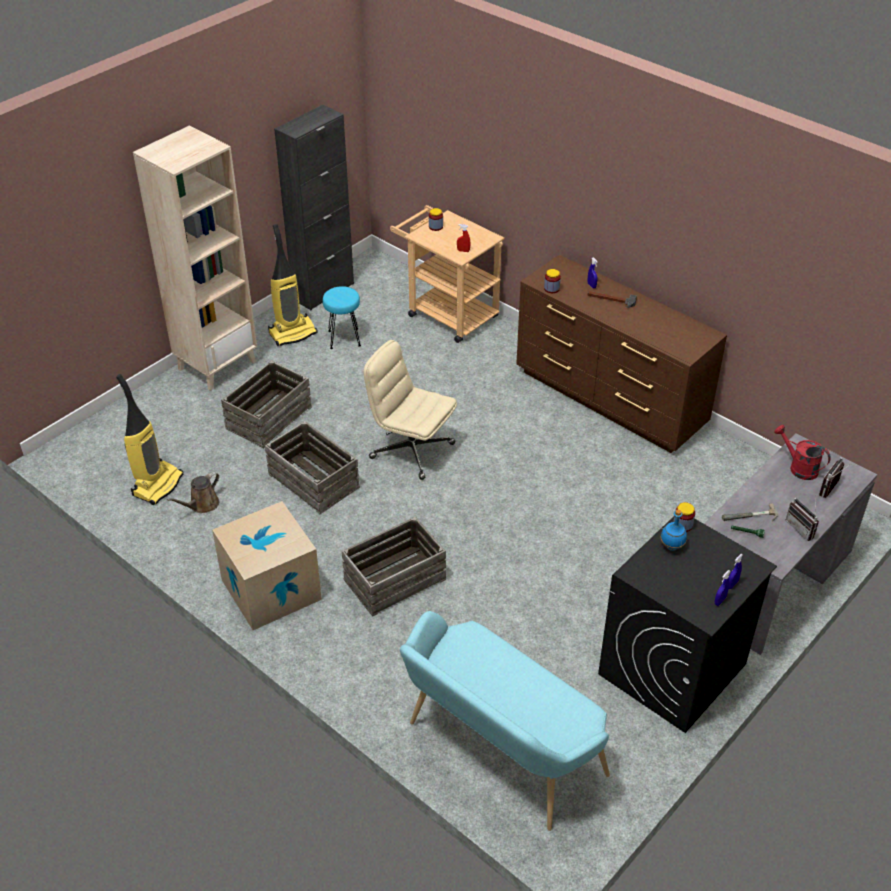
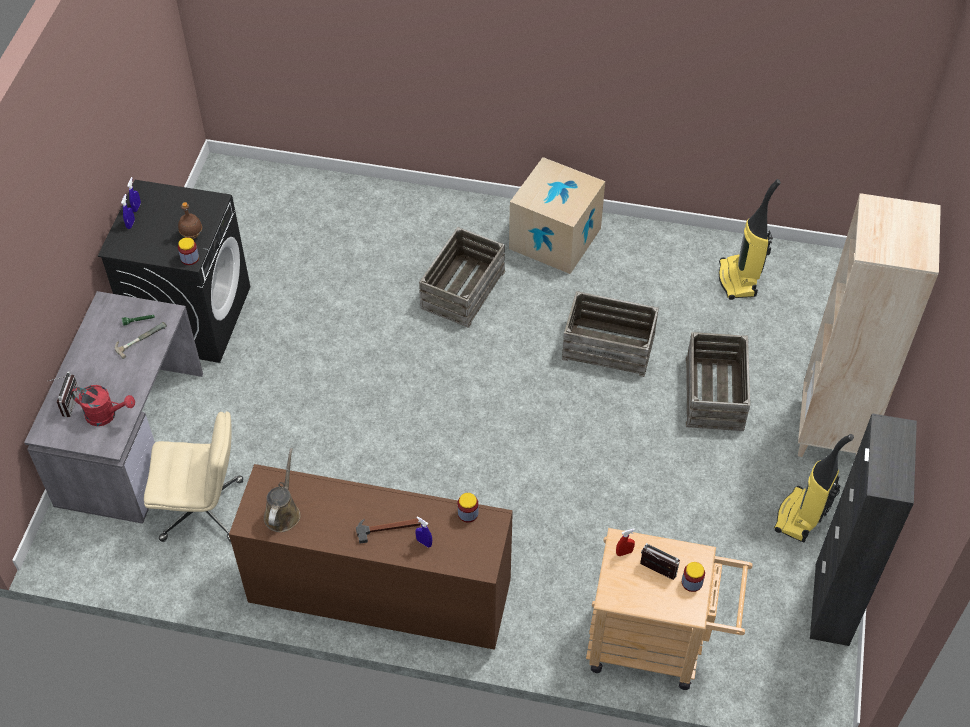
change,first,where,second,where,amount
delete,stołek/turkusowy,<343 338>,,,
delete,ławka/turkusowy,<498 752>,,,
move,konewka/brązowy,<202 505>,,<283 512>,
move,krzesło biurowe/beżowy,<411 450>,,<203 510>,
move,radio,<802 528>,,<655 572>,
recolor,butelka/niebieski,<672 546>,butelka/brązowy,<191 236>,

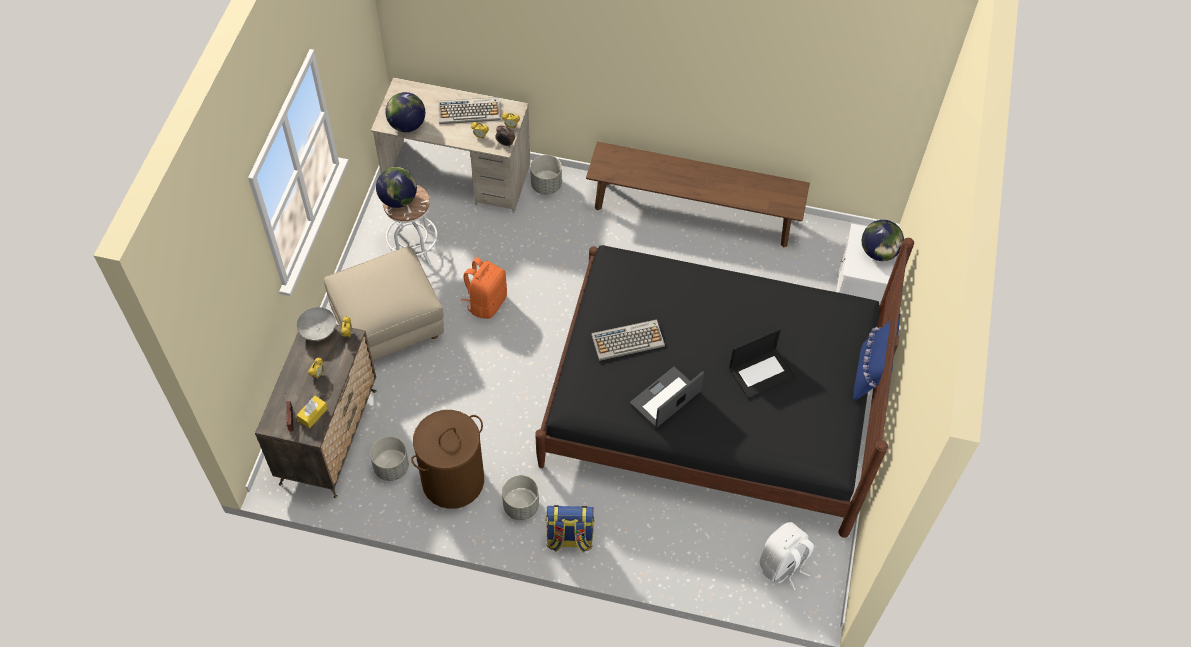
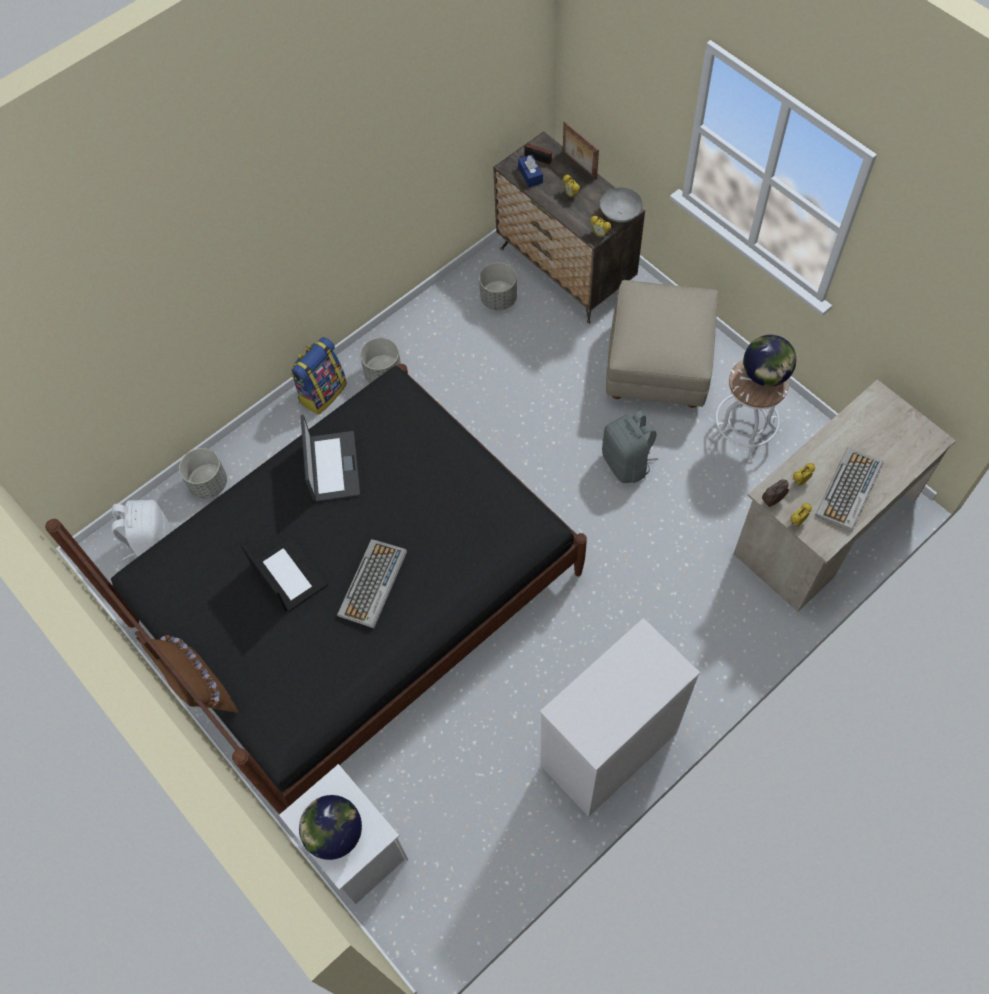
change,first,where,second,where,amount
delete,globus,<407 125>,,,
delete,kosz na pranie/brązowy,<453 481>,,,
insert,,,ramka na zdjęcie,<579 165>,
move,donica/szary,<546 185>,,<209 484>,
move,klawiatura,<628 340>,,<373 584>,
replace,ławka/brązowy,<693 213>,komoda/biały,<608 750>,
recolor,pudełko chusteczek/żółty,<313 414>,pudełko chusteczek/niebieski,<530 175>,
recolor,plecak/pomarańczowy,<486 302>,plecak/szary,<627 463>,
recolor,poduszka/niebieski,<870 374>,poduszka/brązowy,<199 688>,
rotate,laptop,<761 372>,,<287 574>,135 degrees clockwise

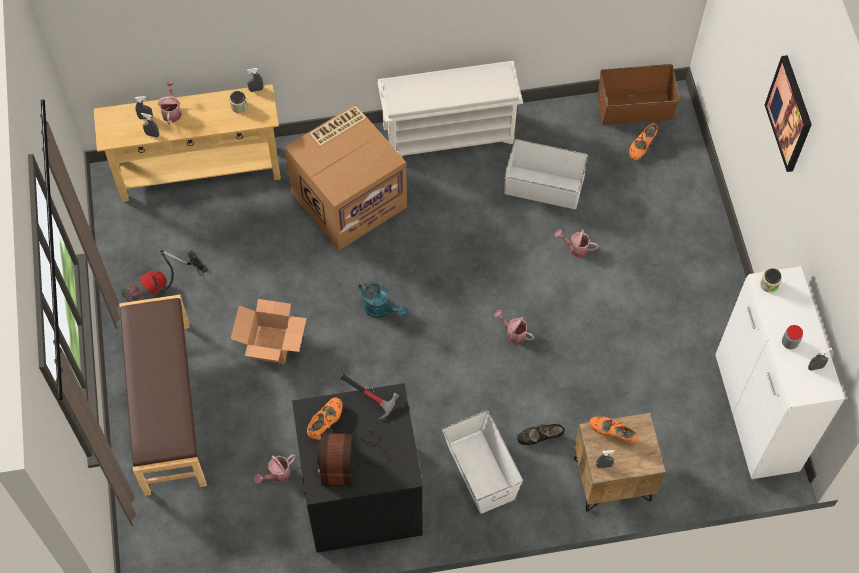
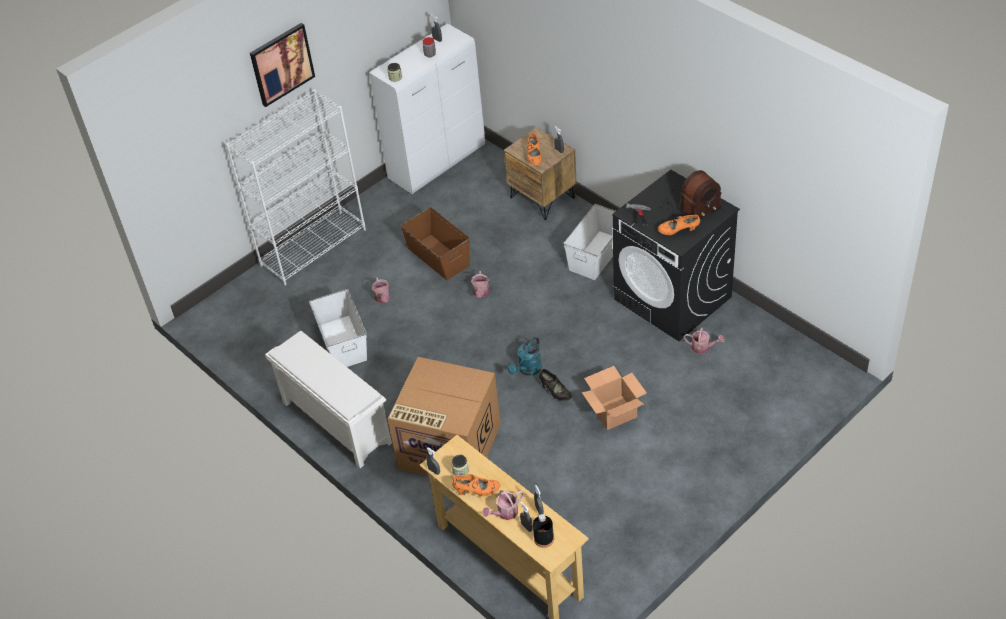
change,first,where,second,where,amount
delete,ławka/brązowy,<166 407>,,,
delete,odkurzacz,<160 290>,,,
insert,,,regał/biały,<313 247>,
insert,,,butelka/czarny,<544 539>,
move,but/czarny,<539 438>,,<555 392>,
move,pojemnik do przechowywania/brązowy,<635 108>,,<438 256>,
move,but/pomarańczowy,<641 147>,,<477 491>,
rotate,konewka/turkusowy,<381 309>,,<527 370>,150 degrees counterclockwise

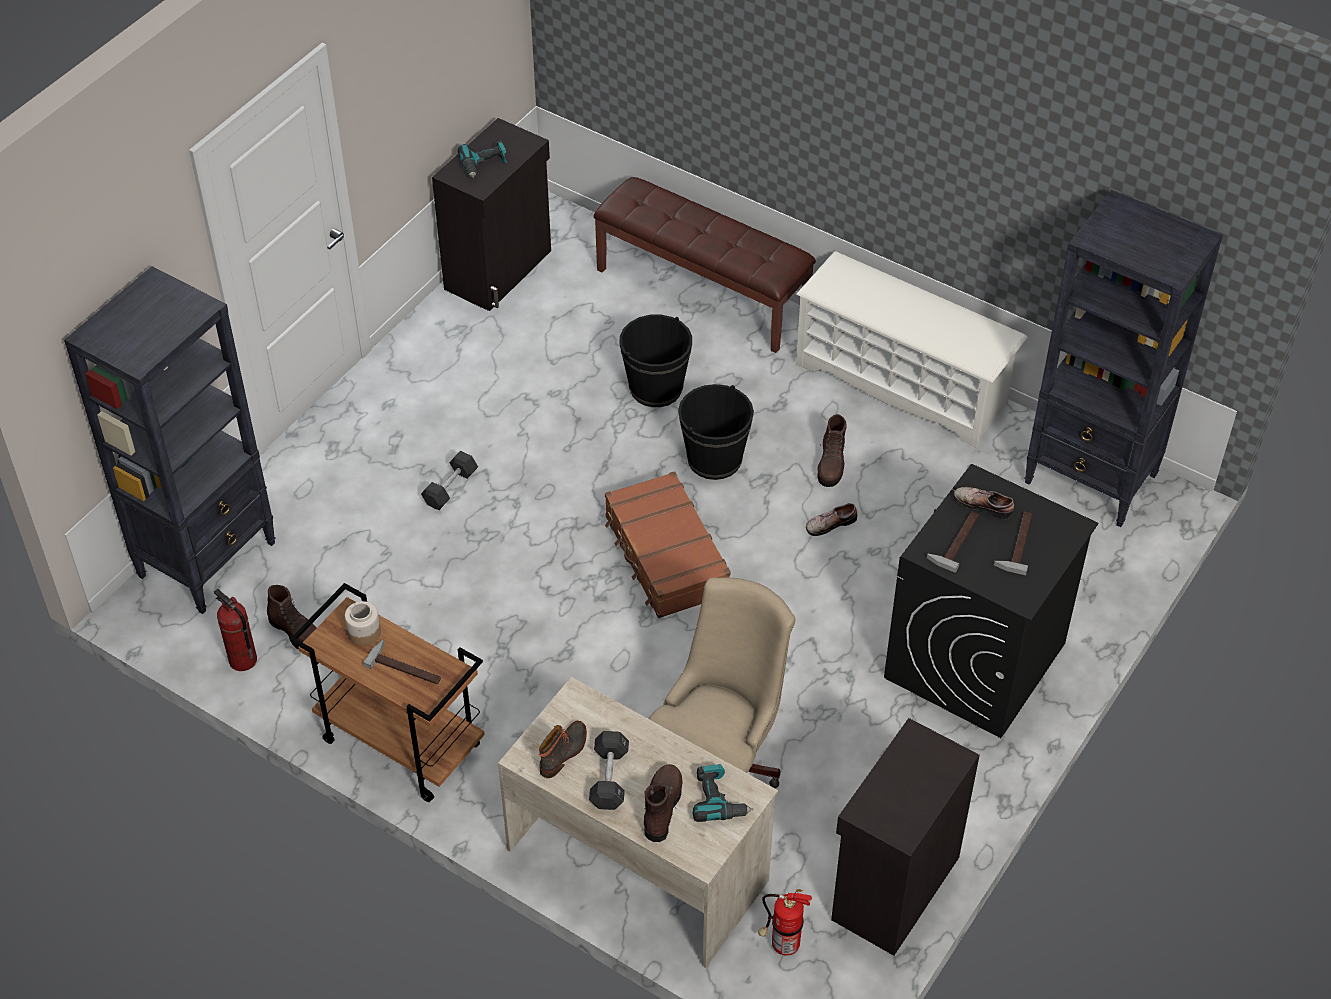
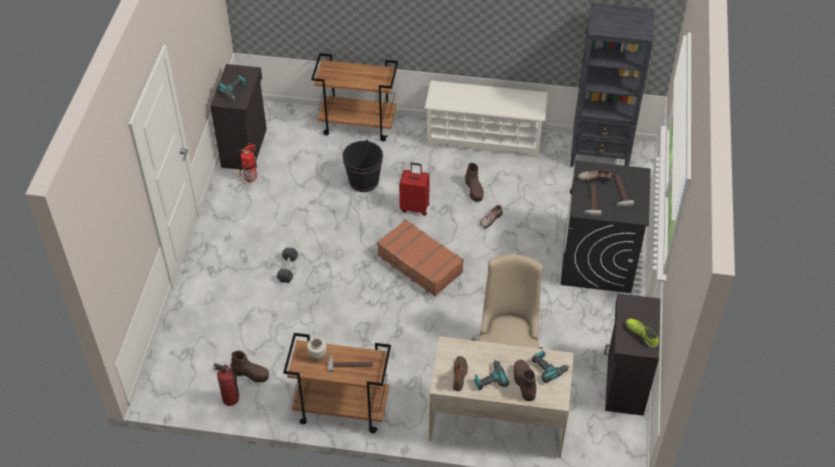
change,first,where,second,where,amount
delete,regał/czarny,<208 559>,,,
insert,,,but,<641 334>,
move,gaśnica,<782 945>,,<249 179>,
replace,hantel/czarny,<609 778>,wiertarka,<489 379>,
replace,ławka/brązowy,<703 292>,wózek/brązowy,<358 124>,
replace,wiadro/czarny,<714 459>,walizka/czerwony,<415 207>,

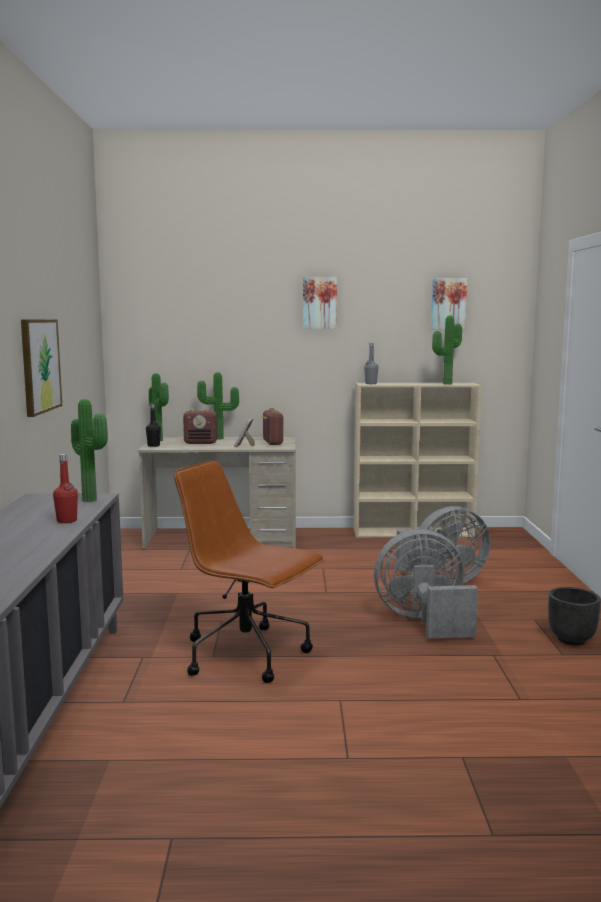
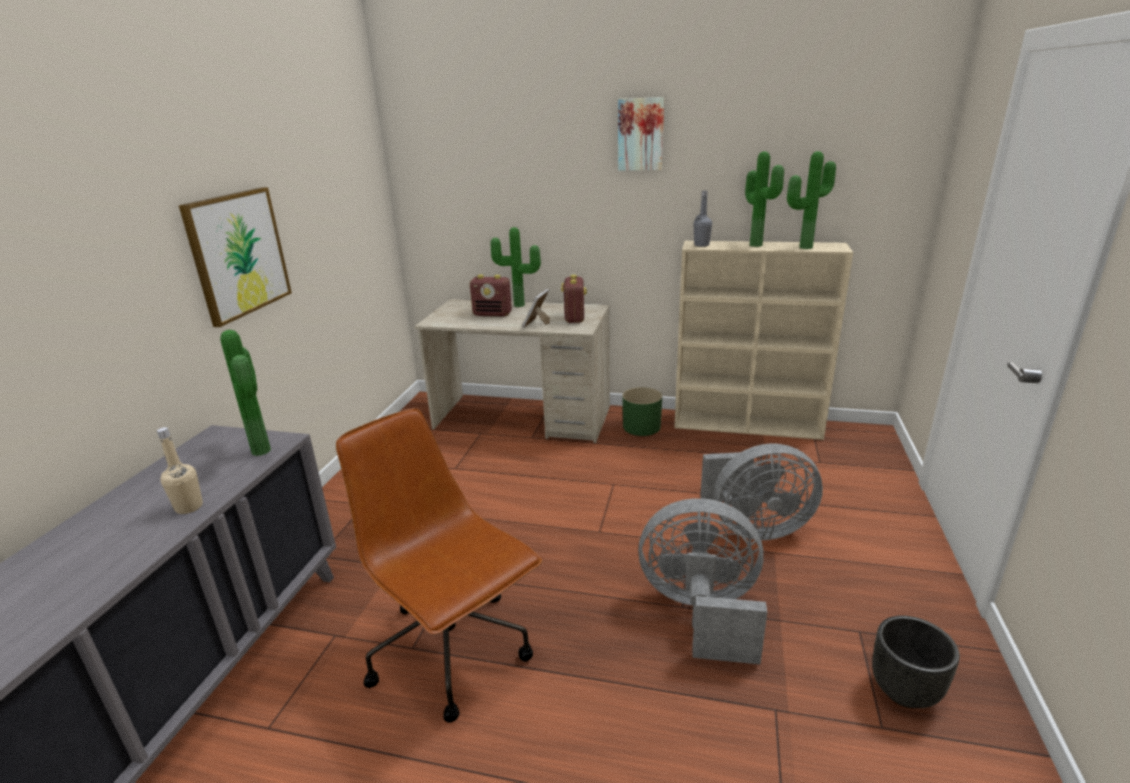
change,first,where,second,where,amount
delete,butelka/czarny,<153 445>,,,
delete,obraz,<448 304>,,,
insert,,,donica/zielony,<642 427>,
move,roślina doniczkowa,<159 440>,,<758 245>,
recolor,butelka/czerwony,<67 521>,butelka/beżowy,<189 507>,

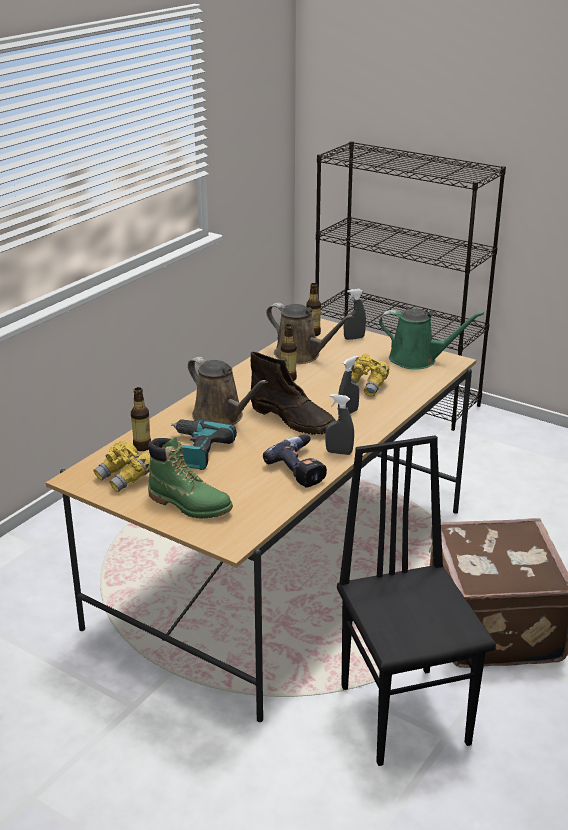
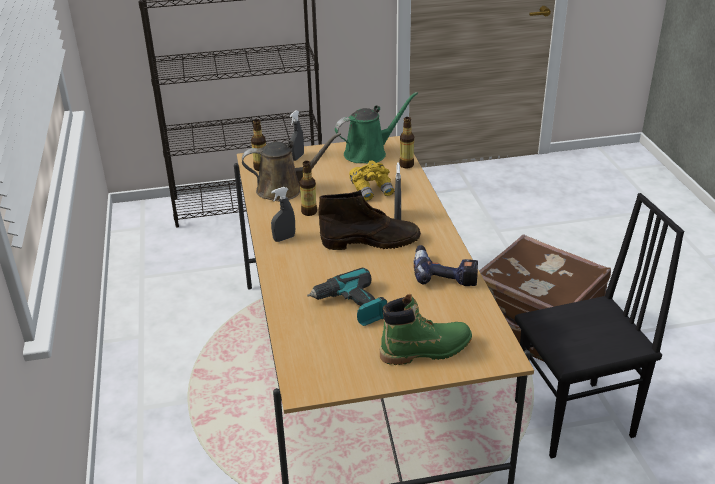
change,first,where,second,where,amount
delete,lornetka/żółty,<125 478>,,,
delete,konewka/brązowy,<221 417>,,,
move,butelka,<142 447>,,<406 165>,
move,spryskiwacz/szary,<339 452>,,<284 238>,
rotate,krzesło/czarny,<406 713>,,<575 420>,135 degrees clockwise

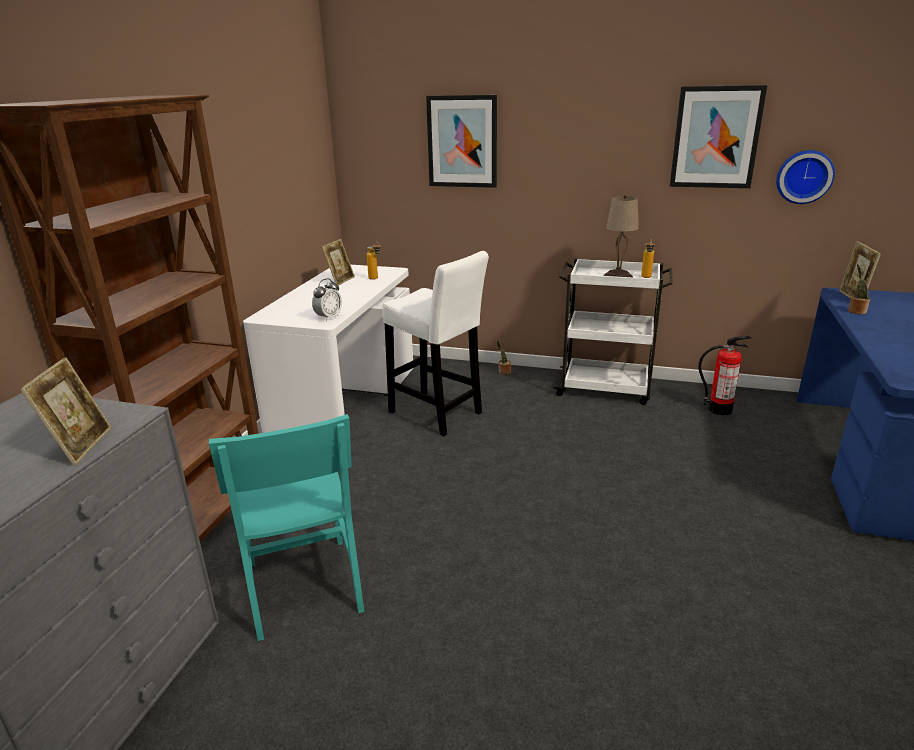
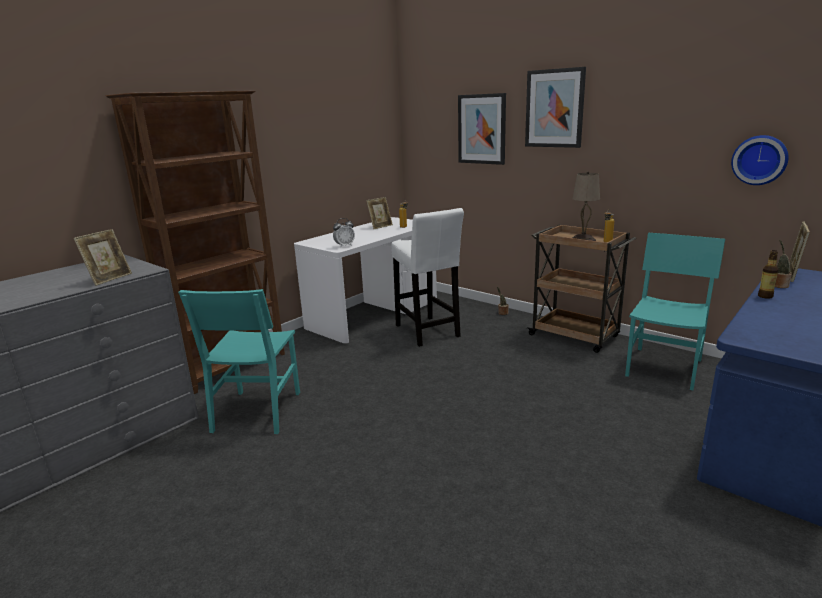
change,first,where,second,where,amount
insert,,,butelka,<765 296>,
move,obraz,<715 137>,,<554 108>,
replace,gaśnica,<719 409>,krzesło/turkusowy,<664 367>,
recolor,wózek/biały,<606 388>,wózek/brązowy,<575 336>,

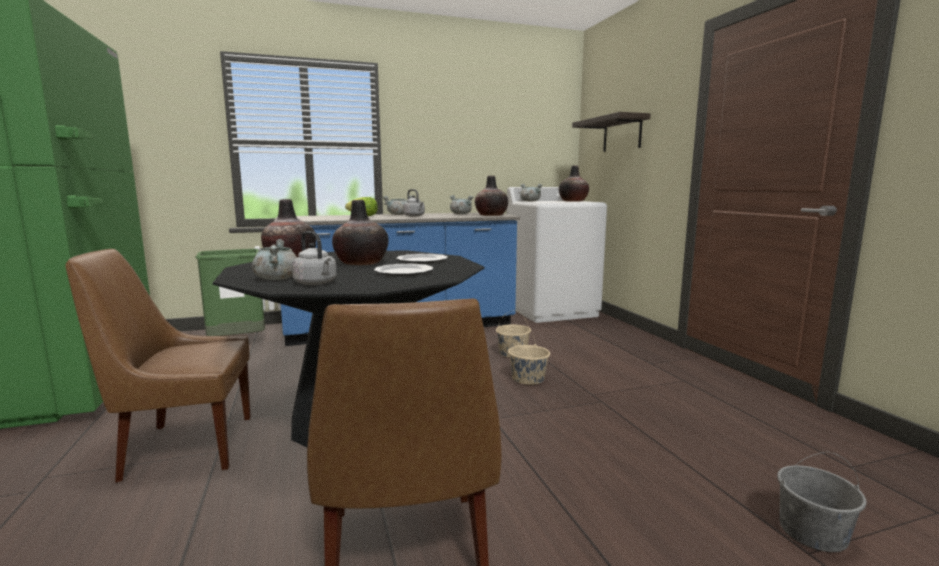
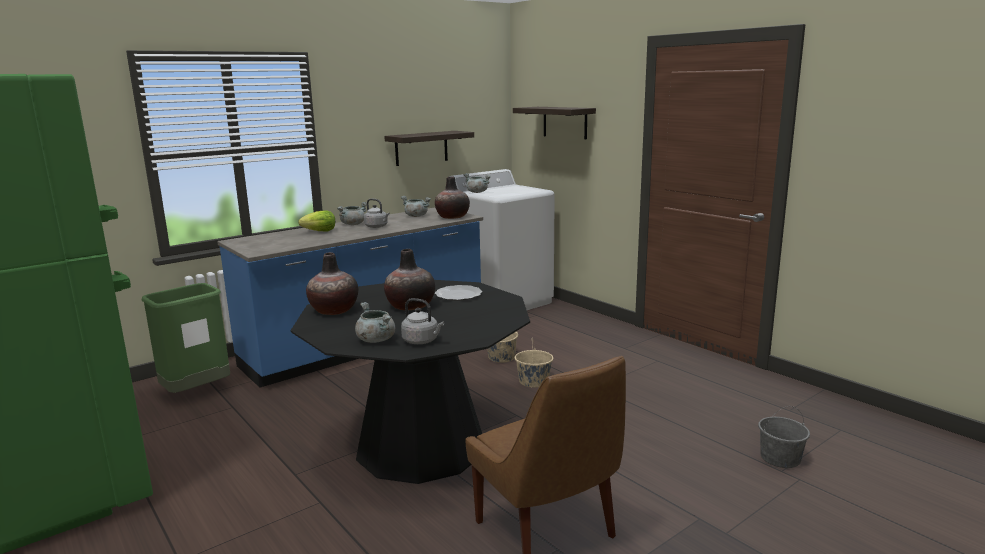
change,first,where,second,where,amount
delete,krzesło/brązowy,<184 447>,,,
delete,talerz,<403 272>,,,
delete,wazon,<573 201>,,,
insert,,,półka,<421 148>,

